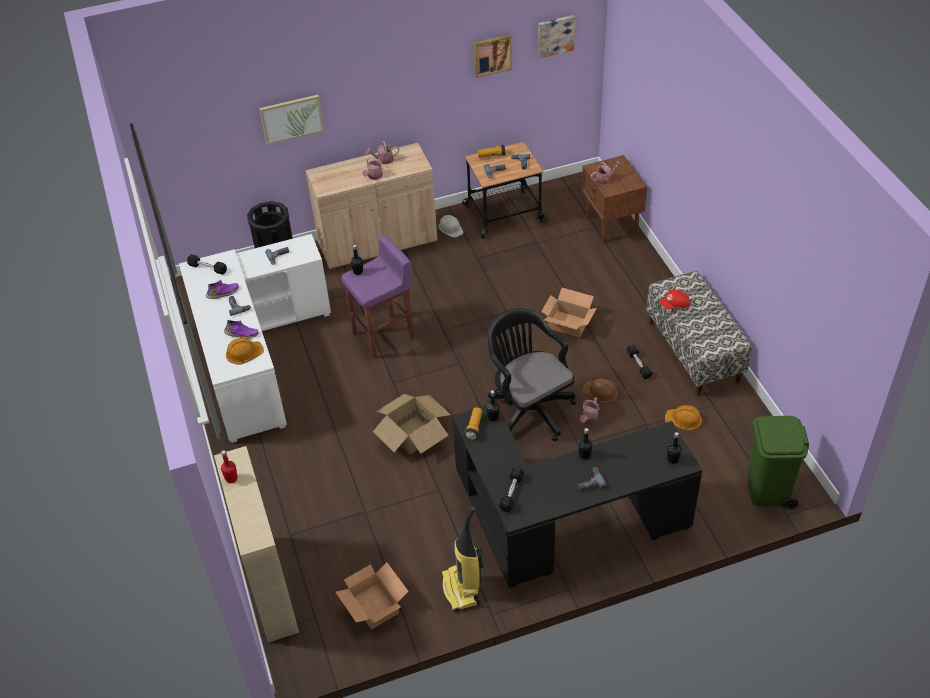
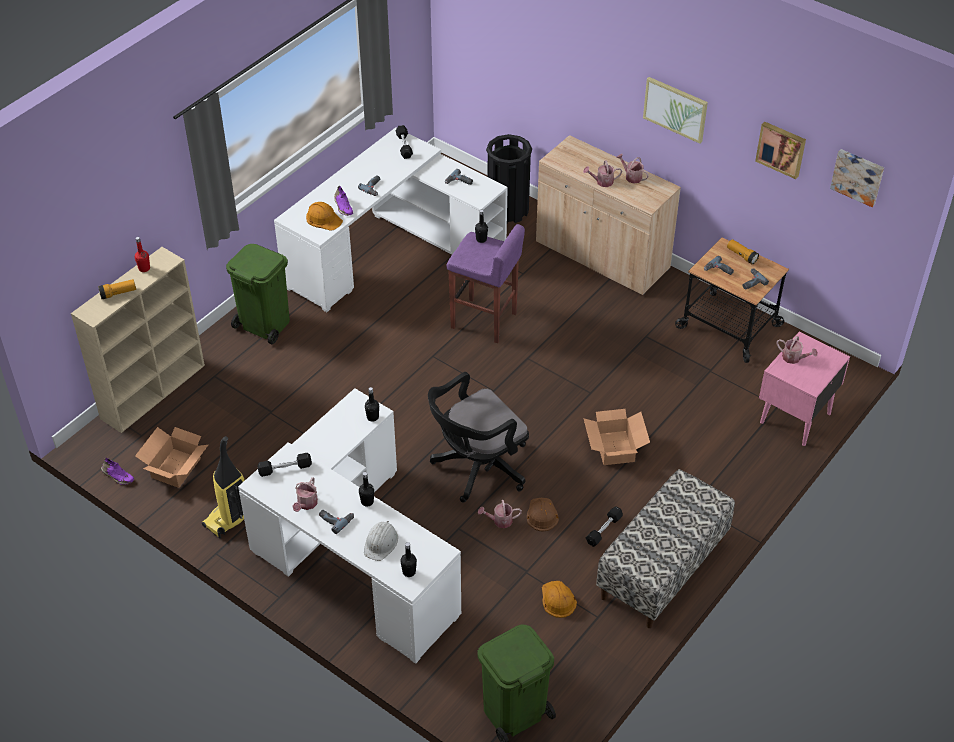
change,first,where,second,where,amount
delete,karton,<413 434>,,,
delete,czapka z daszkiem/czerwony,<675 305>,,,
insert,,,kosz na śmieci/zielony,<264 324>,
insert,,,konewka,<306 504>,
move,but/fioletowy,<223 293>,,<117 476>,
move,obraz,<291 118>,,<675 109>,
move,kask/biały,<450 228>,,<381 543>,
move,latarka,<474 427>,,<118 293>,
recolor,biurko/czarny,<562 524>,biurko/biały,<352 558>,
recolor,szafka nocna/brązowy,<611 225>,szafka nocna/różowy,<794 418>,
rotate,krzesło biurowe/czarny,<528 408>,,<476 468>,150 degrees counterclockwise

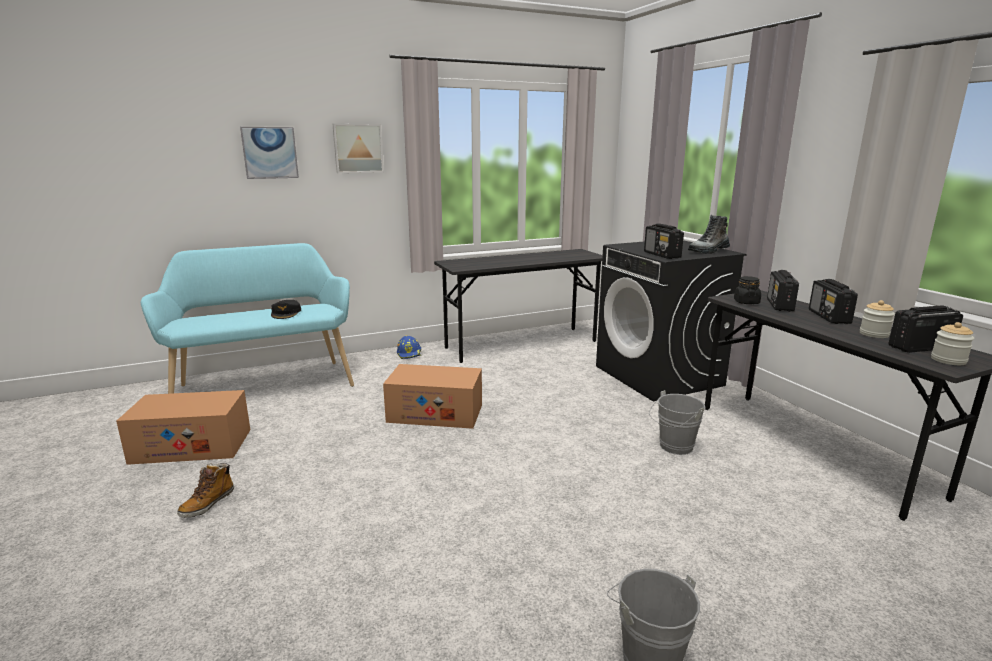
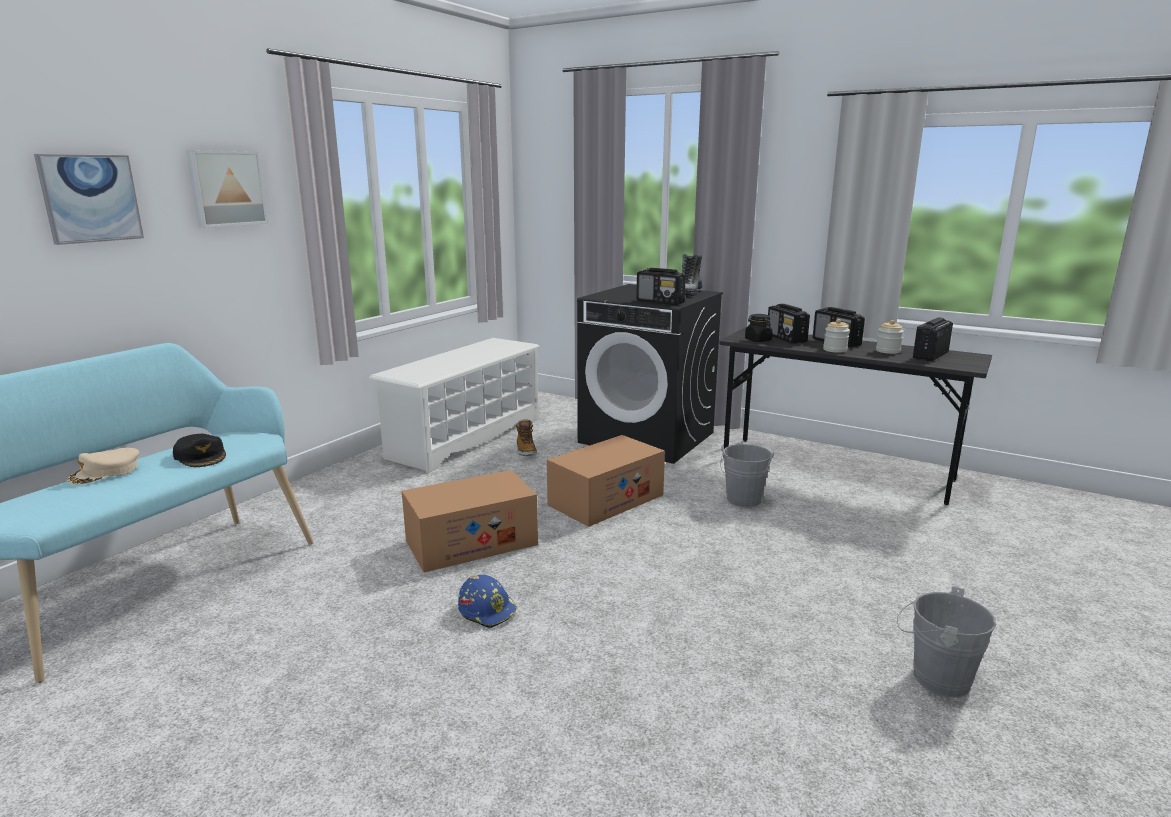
change,first,where,second,where,amount
insert,,,czapka z daszkiem/beżowy,<105 472>,
move,karton,<192 446>,,<606 500>,
move,but z cholewką,<208 504>,,<526 450>,
move,kask/niebieski,<409 354>,,<488 610>,
move,słoik,<948 360>,,<835 350>,
replace,biurko/szary,<521 344>,regał na buty/biały,<465 437>,

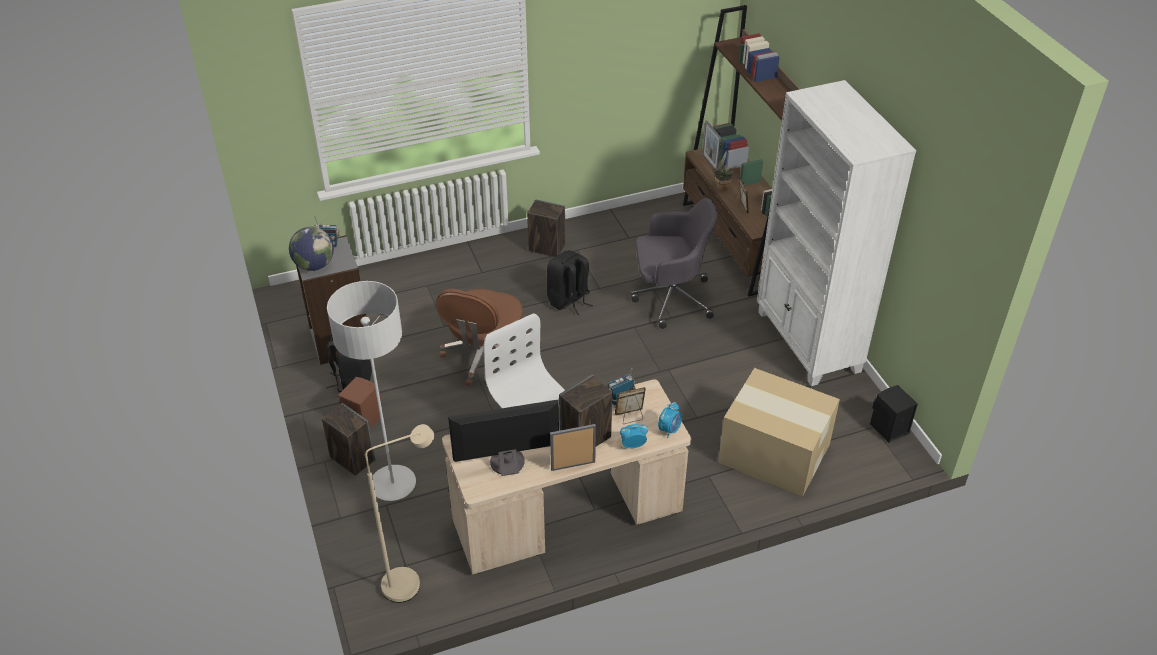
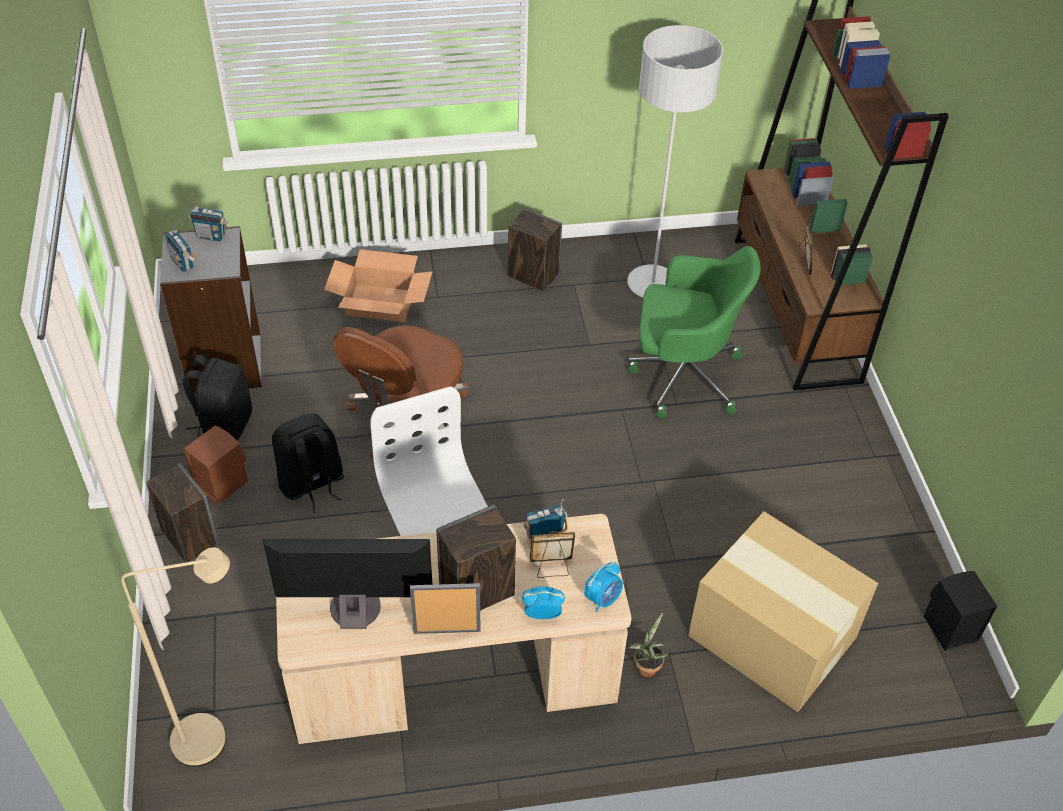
change,first,where,second,where,amount
delete,ramka na zdjęcie,<710 162>,,,
delete,regał/biały,<807 342>,,,
insert,,,karton,<380 302>,
move,lampa stojąca/szary,<393 484>,,<652 284>,
move,plecak/czarny,<569 300>,,<311 484>,
move,roślina doniczkowa,<721 186>,,<646 666>,
replace,globus,<314 265>,radio,<183 263>,
recolor,krzesło biurowe/szary,<670 298>,krzesło biurowe/zielony,<682 375>,

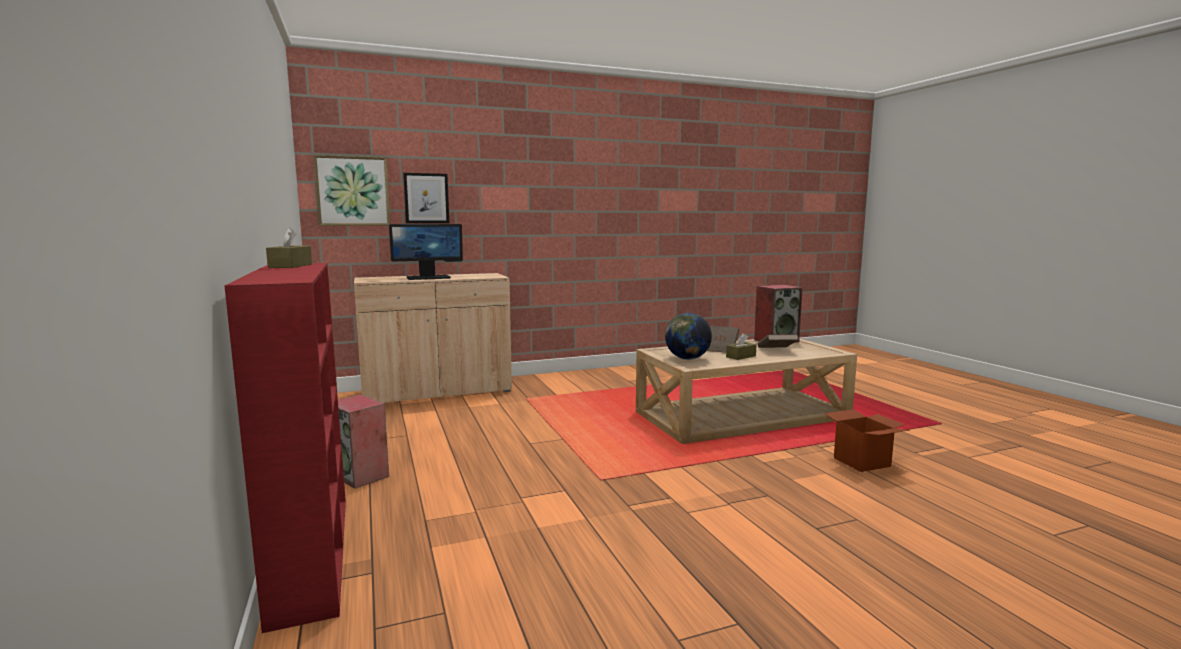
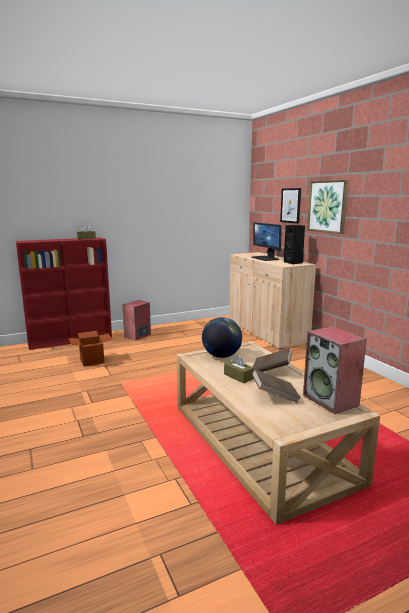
change,first,where,second,where,amount
insert,,,głośnik/czarny,<293 262>,
move,obraz,<353 191>,,<327 206>,
move,karton,<862 462>,,<92 361>,

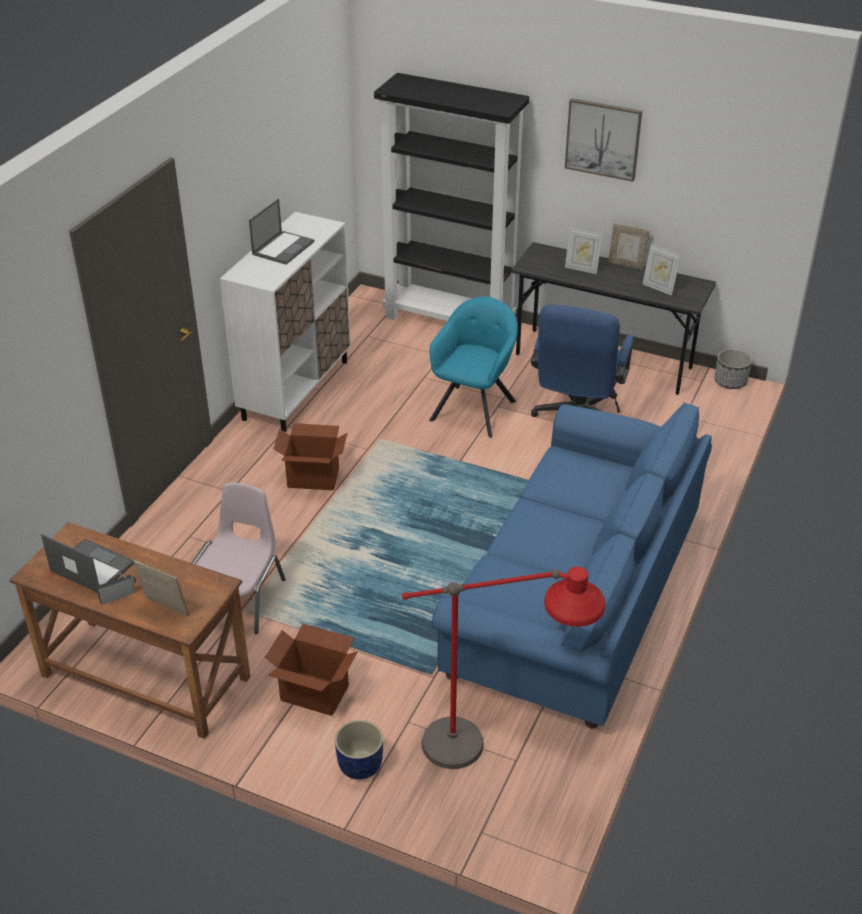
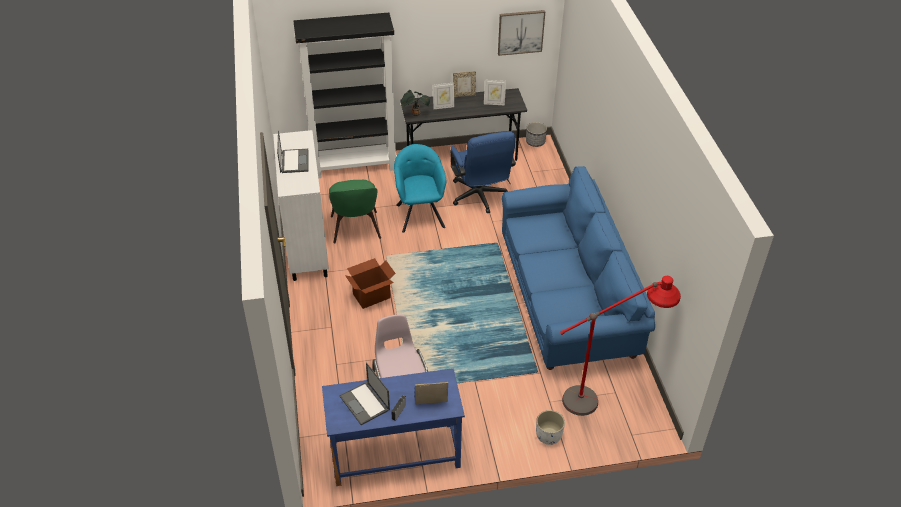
change,first,where,second,where,amount
delete,karton,<315 692>,,,
insert,,,krzesło/zielony,<355 229>,
insert,,,roślina doniczkowa,<415 115>,
move,obraz,<603 139>,,<520 32>,
recolor,biurko/brązowy,<145 677>,biurko/niebieski,<395 454>,
recolor,donica/niebieski,<359 765>,donica/biały,<548 436>,
rotate,laptop,<91 566>,,<365 403>,120 degrees counterclockwise

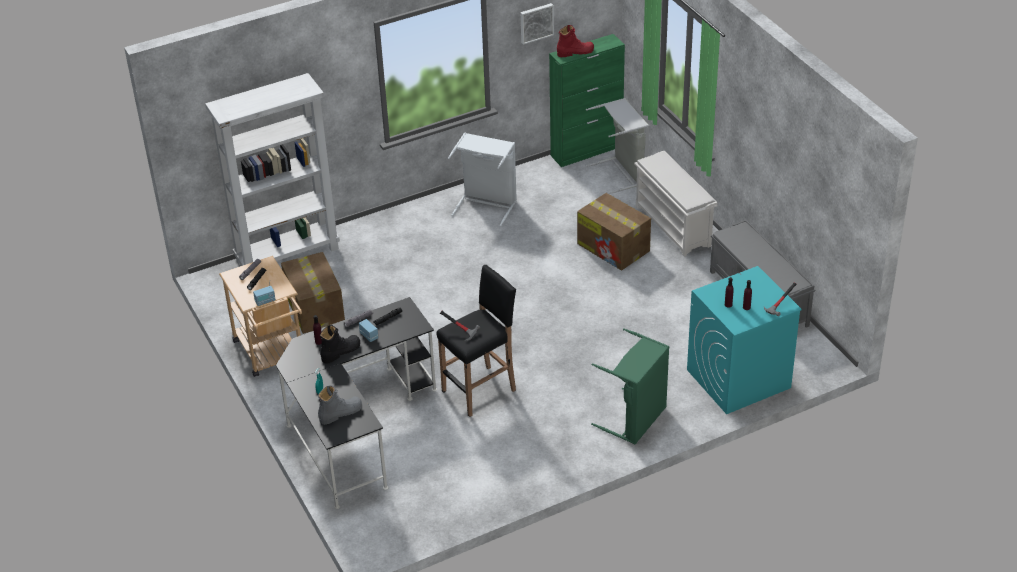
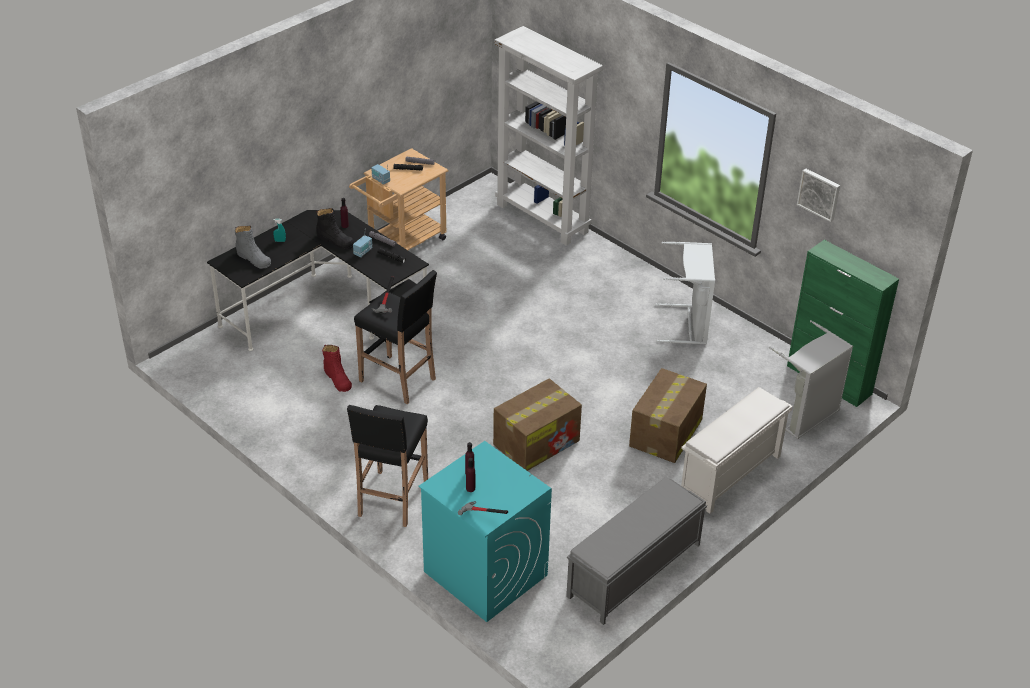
change,first,where,second,where,amount
move,karton,<314 308>,,<537 442>,
move,but z cholewką/czerwony,<575 52>,,<337 379>,
replace,kosz na pranie/zielony,<636 419>,stołek/czarny,<392 500>,

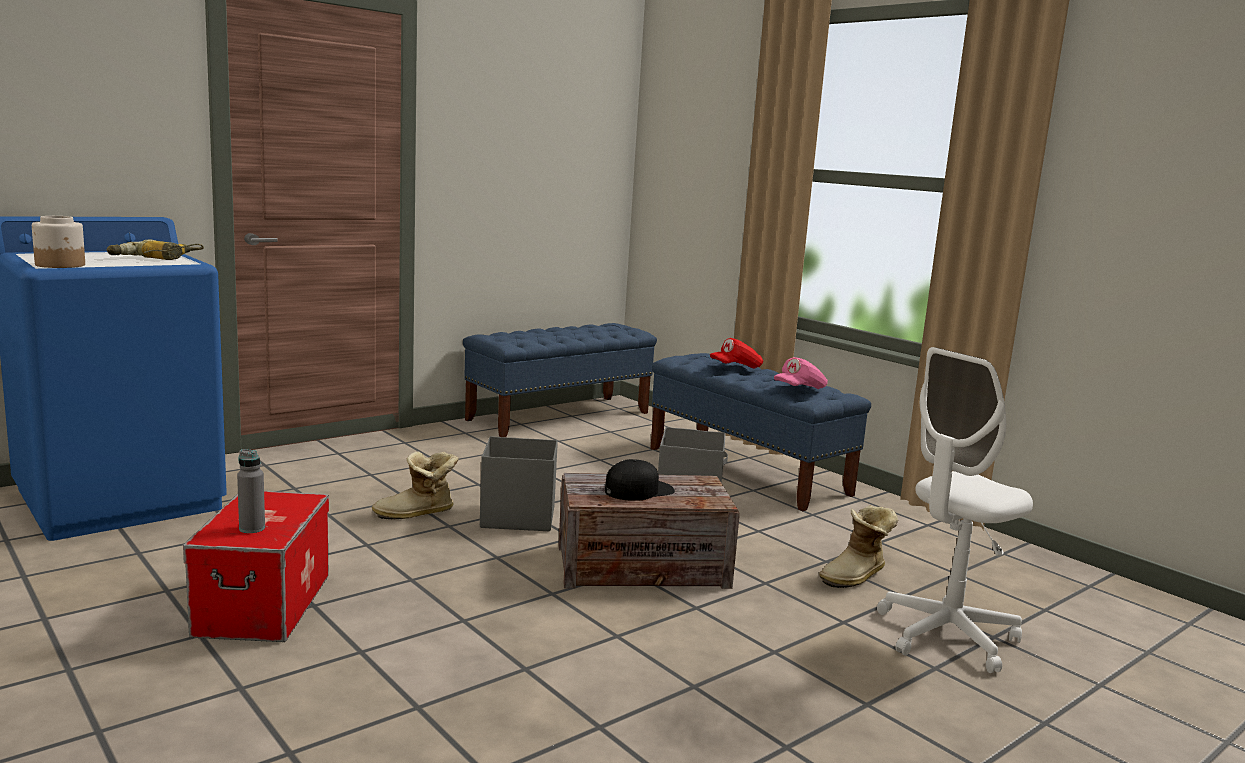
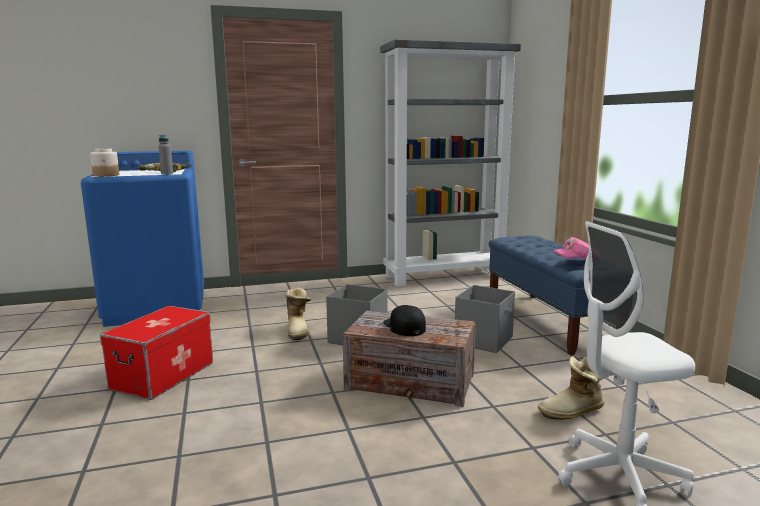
change,first,where,second,where,amount
delete,czapka z daszkiem/czerwony,<736 368>,,,
move,butelka/szary,<252 528>,,<167 174>,
replace,ławka/niebieski,<559 416>,regał/szary,<445 276>,
rotate,but z cholewką,<417 514>,,<298 330>,105 degrees counterclockwise
rotate,czapka z daszkiem/czarny,<639 490>,,<404 326>,105 degrees counterclockwise

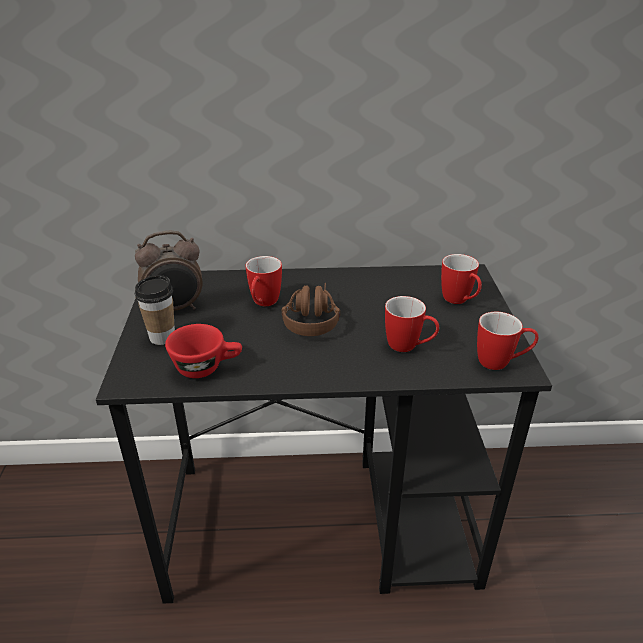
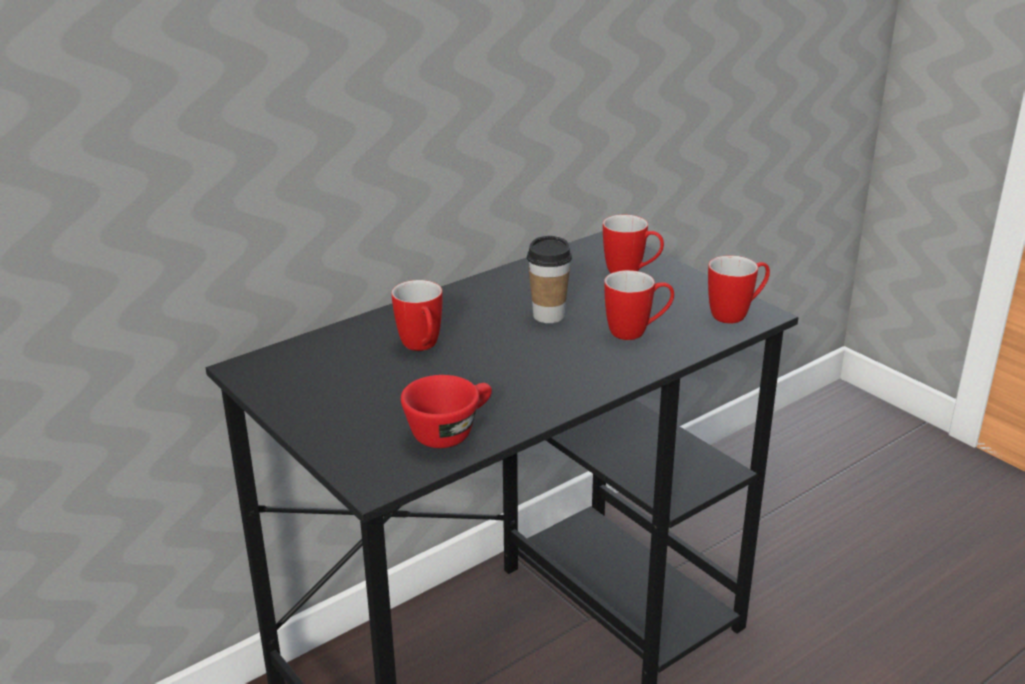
change,first,where,second,where,amount
delete,budzik,<175 309>,,,
delete,słuchawki/brązowy,<311 317>,,,
move,filiżanka,<162 337>,,<548 316>,

